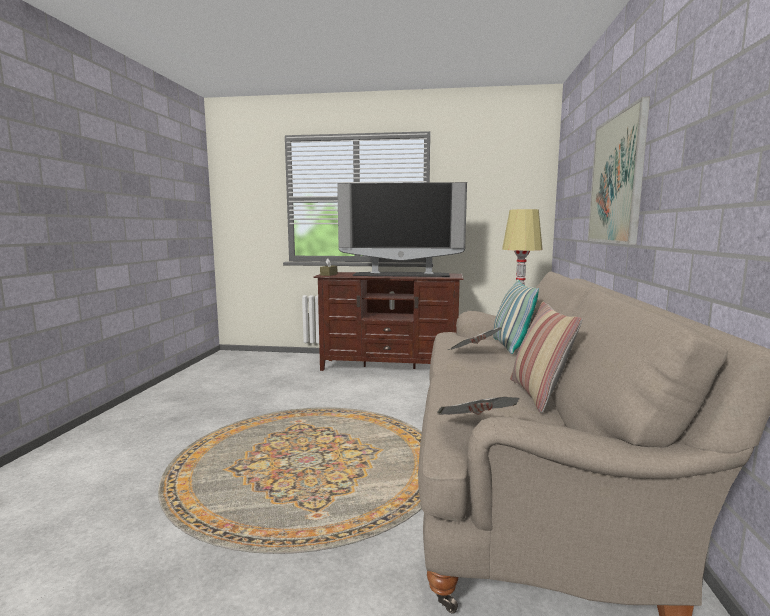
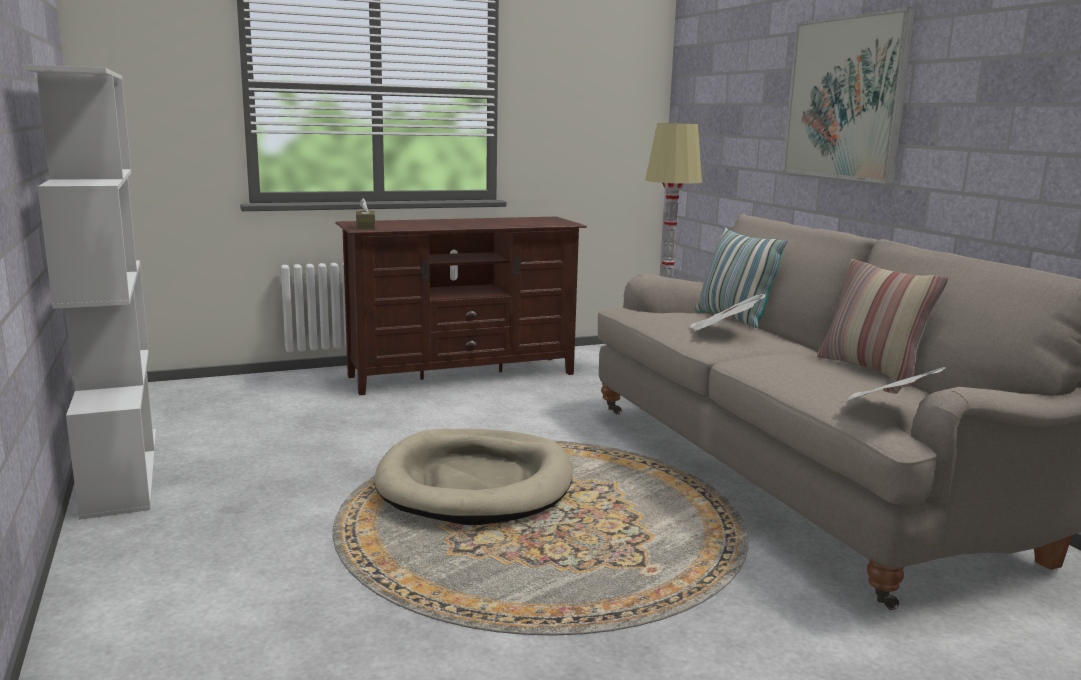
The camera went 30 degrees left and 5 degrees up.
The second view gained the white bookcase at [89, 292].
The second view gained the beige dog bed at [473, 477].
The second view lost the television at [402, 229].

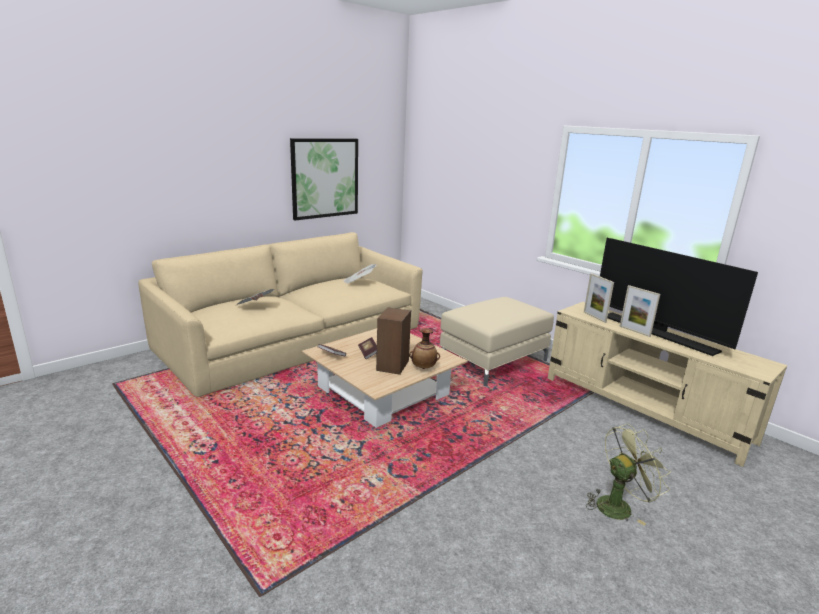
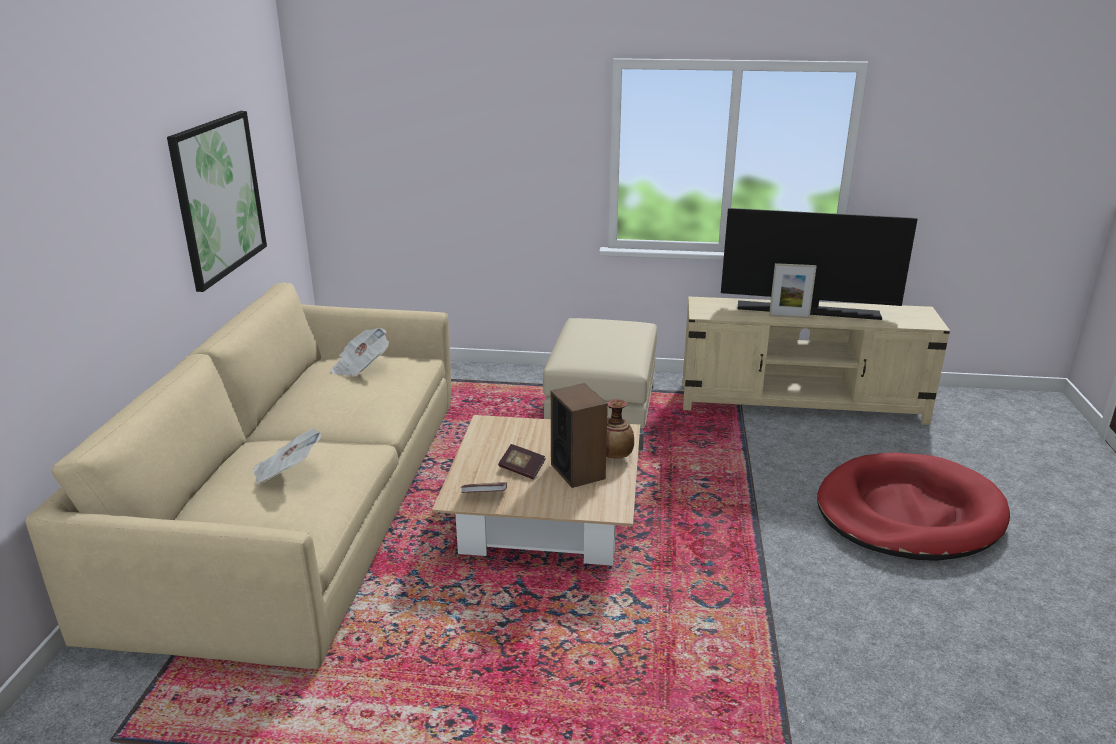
The camera went 40 degrees left and 5 degrees up.
Where the green fan stood at [628, 475], the red dog bed came to stand at [913, 507].
The second view lost the picture frame at [599, 298].

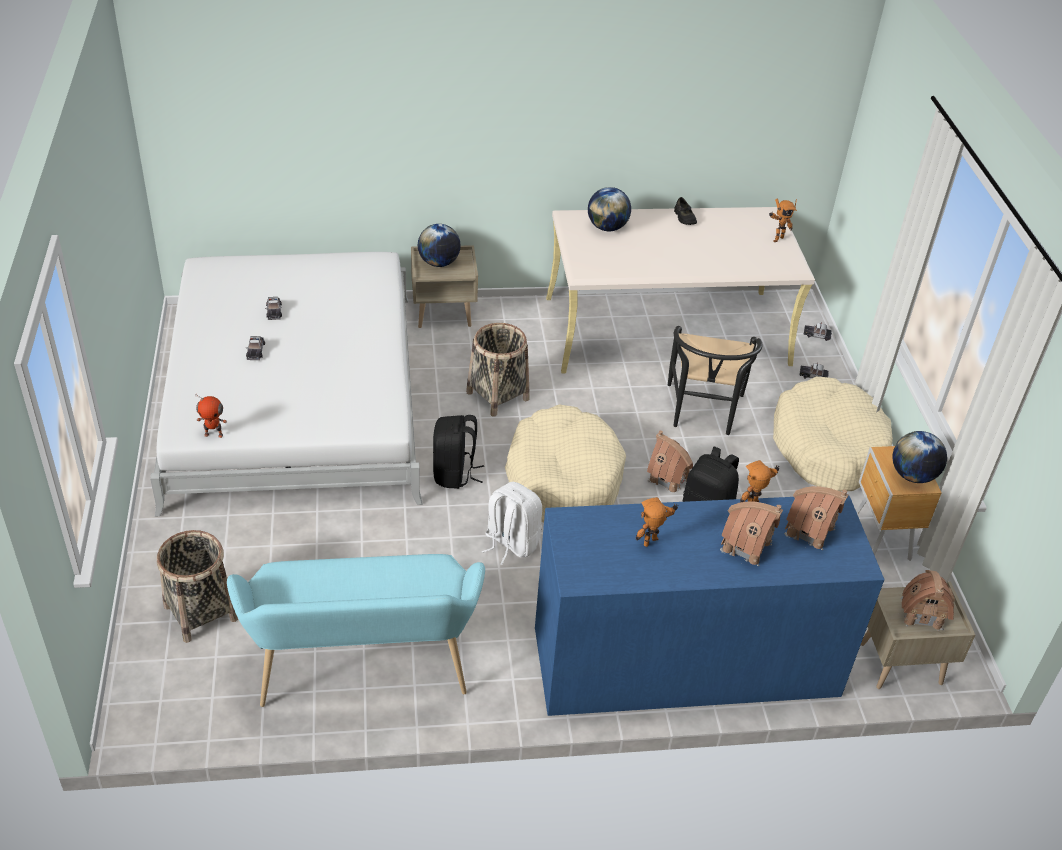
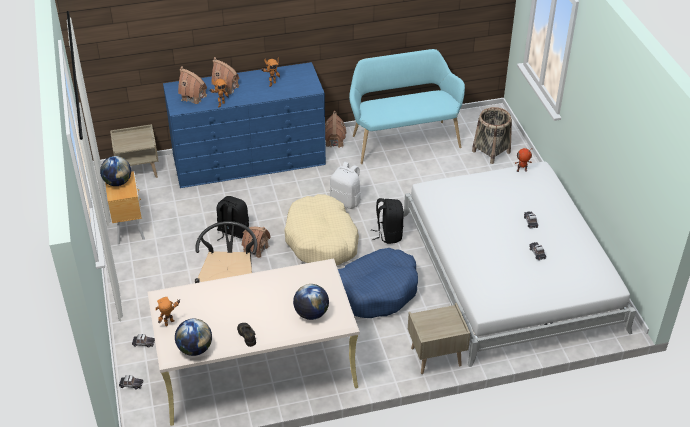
The camera went 175 degrees right and 0 degrees up.
The globe ended up elsewhere, having gone from [439, 245] to [193, 337].
The toy house ended up elsewhere, having gone from [928, 600] to [335, 129].
Where the basket stood at [498, 370], the blue dog bed came to stand at [378, 283].
The second view lost the beige dog bed at [833, 434].

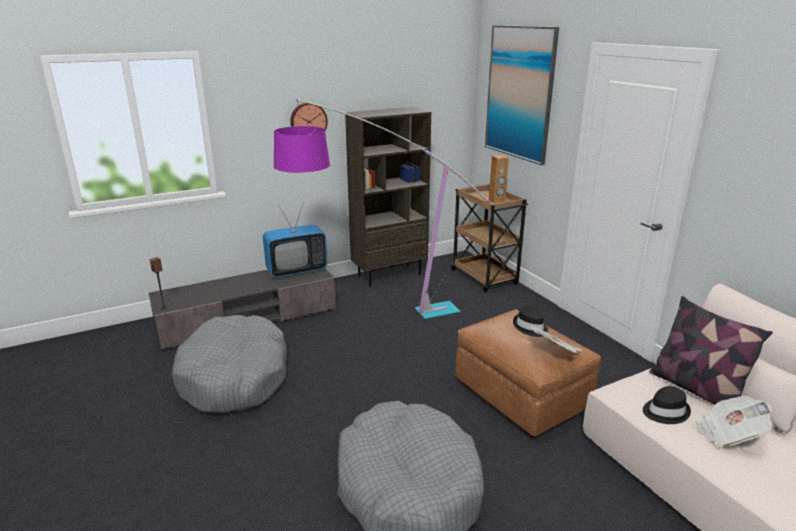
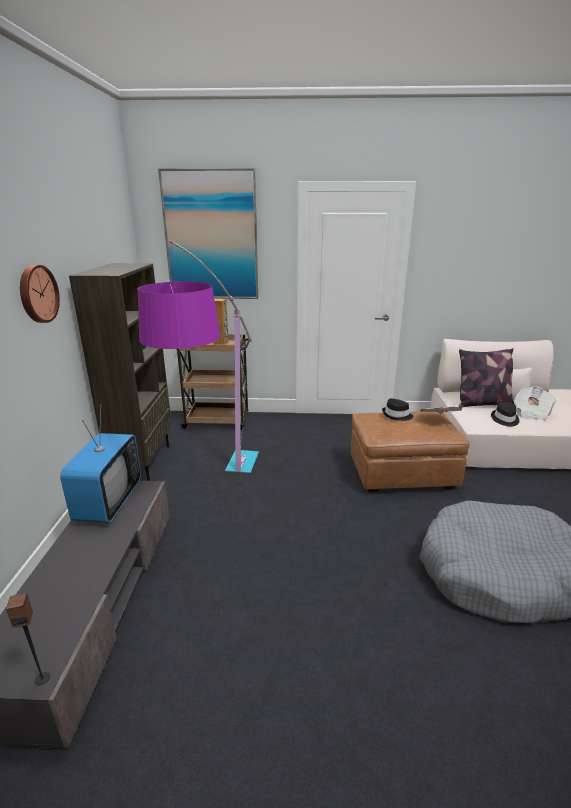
The camera went 60 degrees left and 0 degrees up.
The second view lost the grey dog bed at [229, 364].

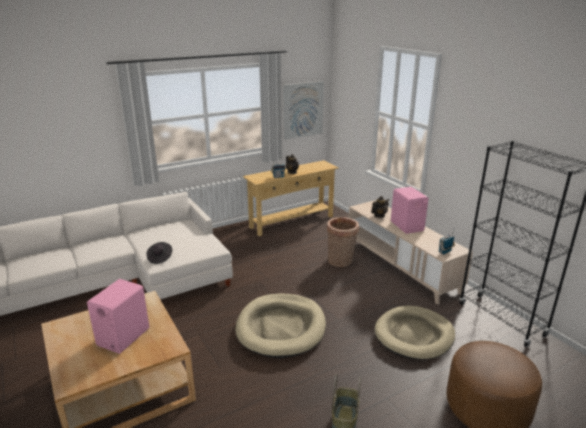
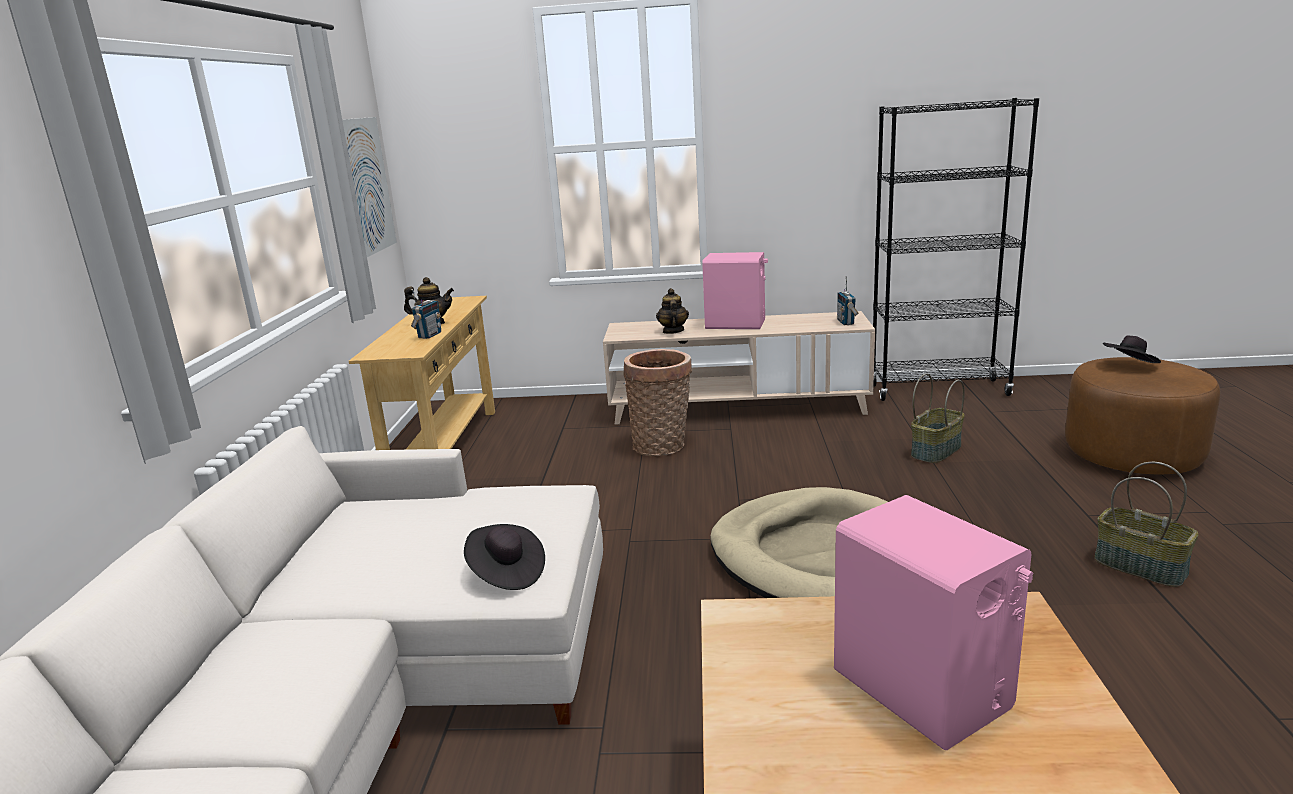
The camera went 55 degrees left and 5 degrees down.
Where the beige dog bed stood at [414, 333], the basket came to stand at [938, 418].
The second view gained the black hat at [1132, 349].

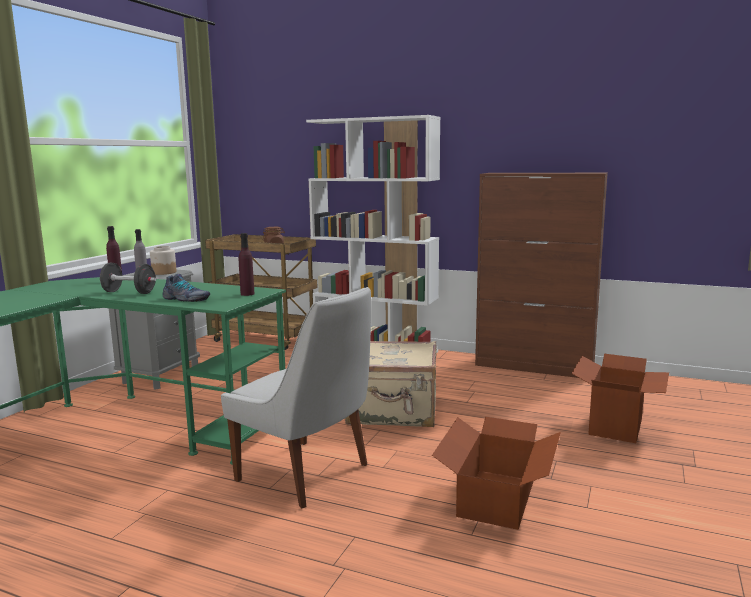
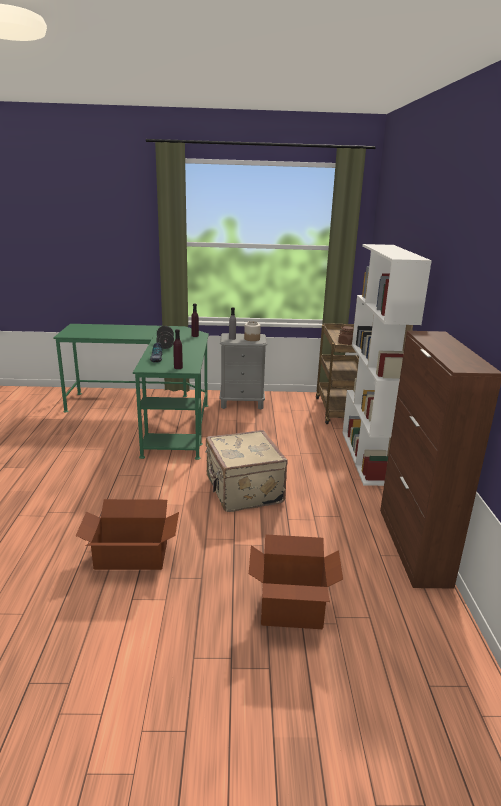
The camera went 65 degrees right and 10 degrees up.
The second view lost the white chair at [296, 397].

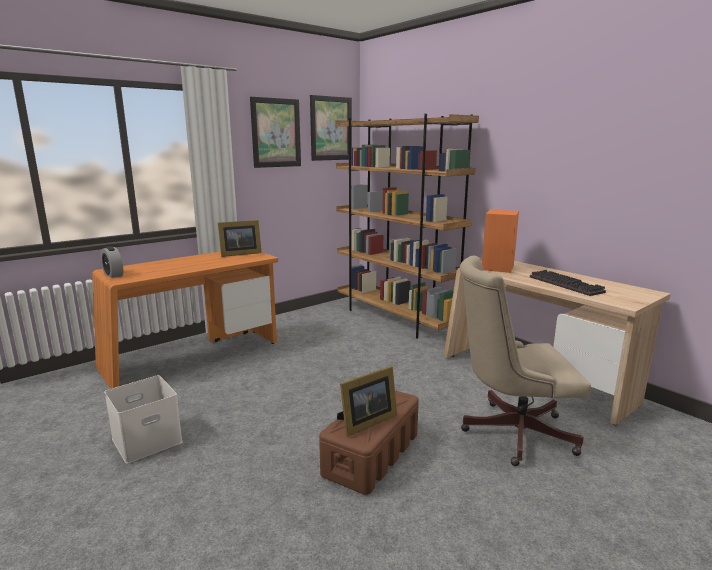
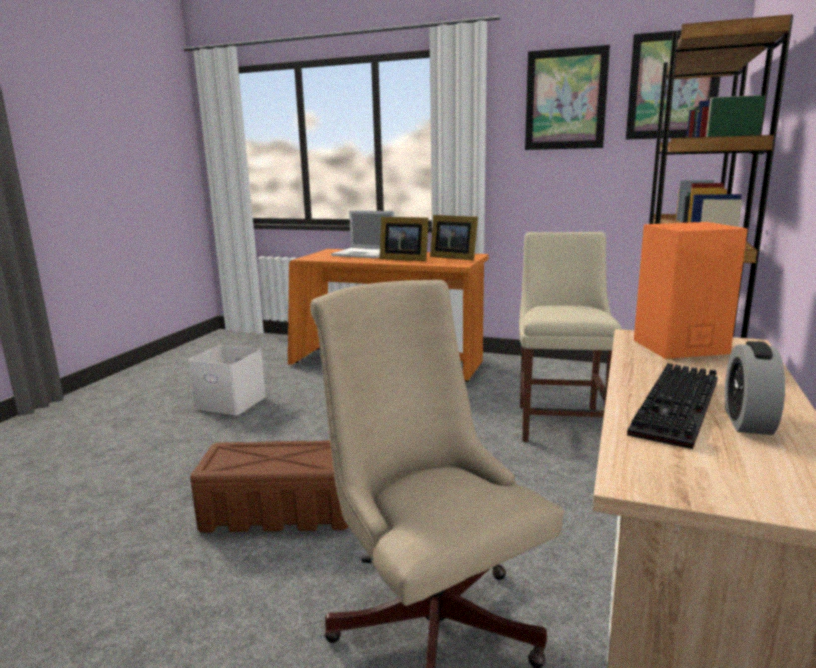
The camera went 60 degrees right and 0 degrees up.
The second view gained the laptop at [362, 234].
The picture frame ended up elsewhere, having gone from [367, 401] to [404, 239].
The second view gained the beige chair at [570, 337].
The alarm clock ended up elsewhere, having gone from [112, 262] to [755, 388].

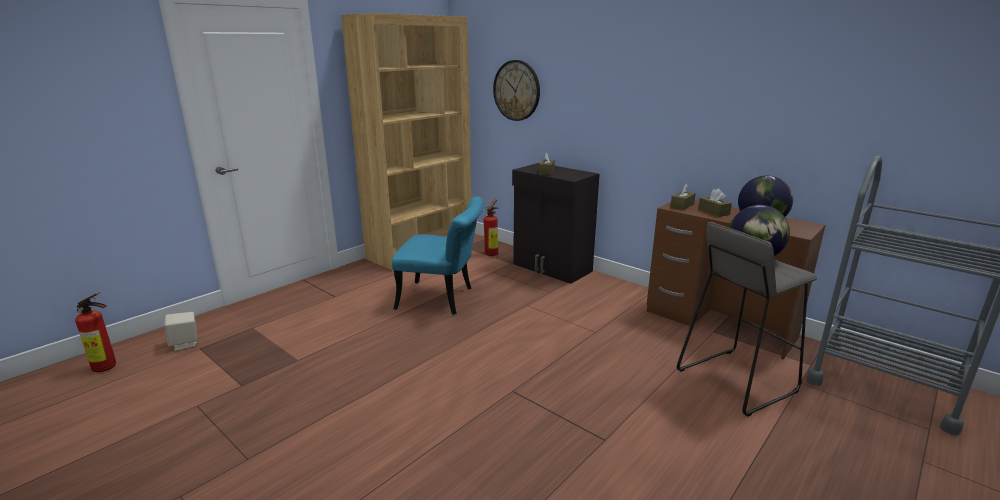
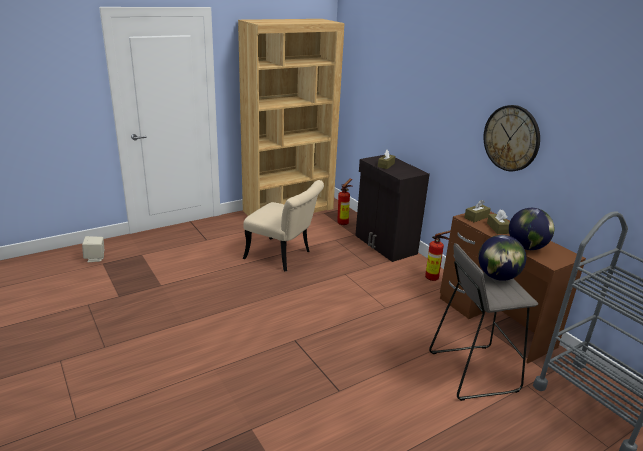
The camera went 15 degrees right and 5 degrees up.
What was the turquoise chair at [438, 255] turned into the beige chair at [283, 225].
The fire extinguisher ended up elsewhere, having gone from [95, 332] to [437, 256].
The wall clock ended up elsewhere, having gone from [516, 90] to [512, 138].

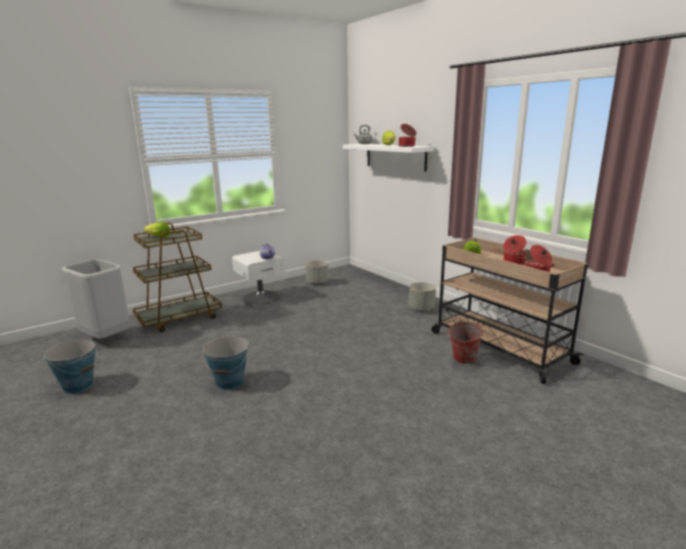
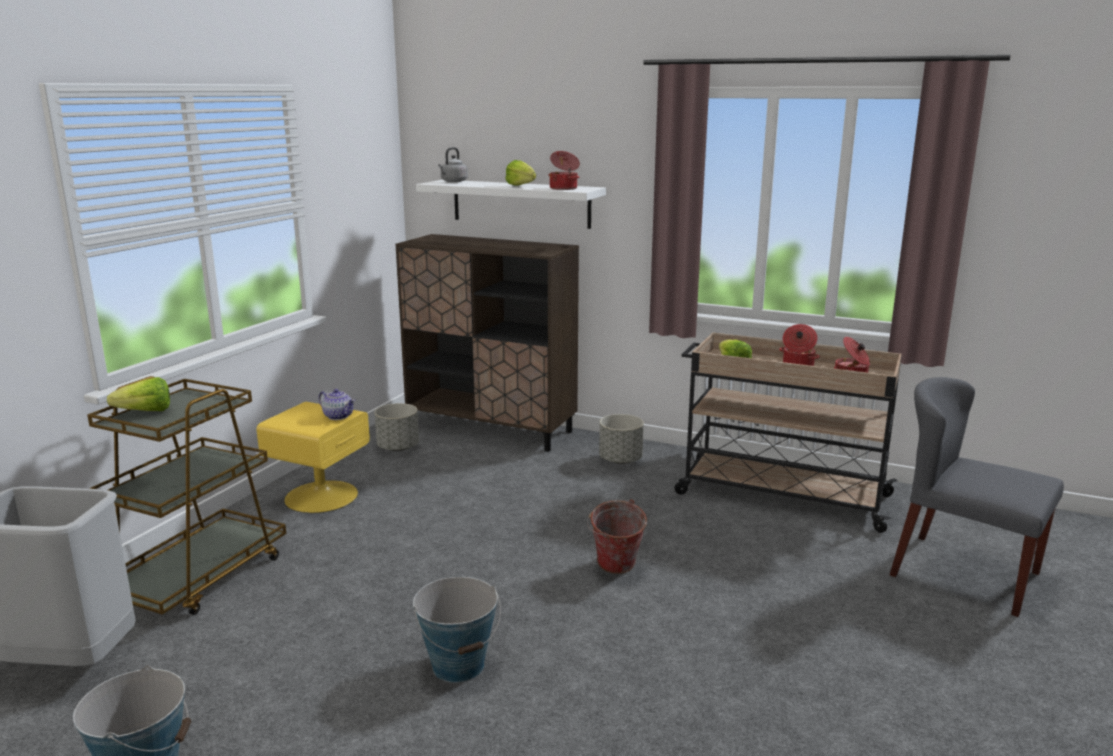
The camera went 30 degrees left and 0 degrees up.
What was the white nightstand at [258, 277] turned into the yellow nightstand at [313, 457].
The second view gained the brown cabinet at [487, 343].
The bucket ended up elsewhere, having gone from [465, 342] to [617, 536].
The second view gained the grey chair at [977, 497].

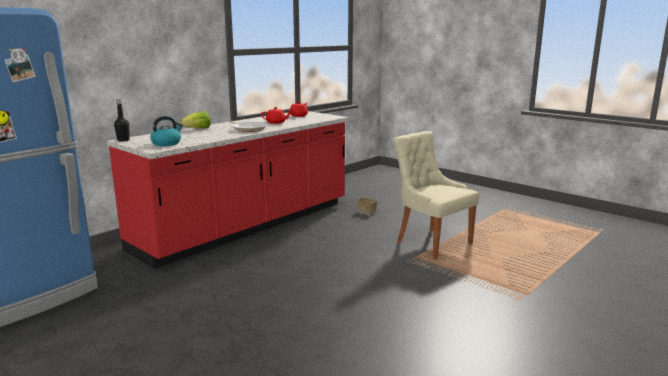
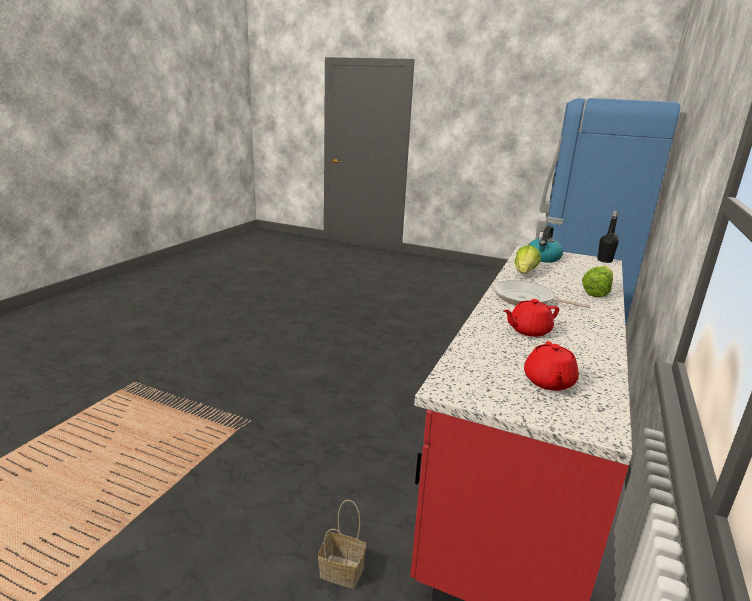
The camera went 160 degrees right and 5 degrees up.
The second view gained the lettuce at [527, 259].
The second view lost the beige chair at [436, 195].

